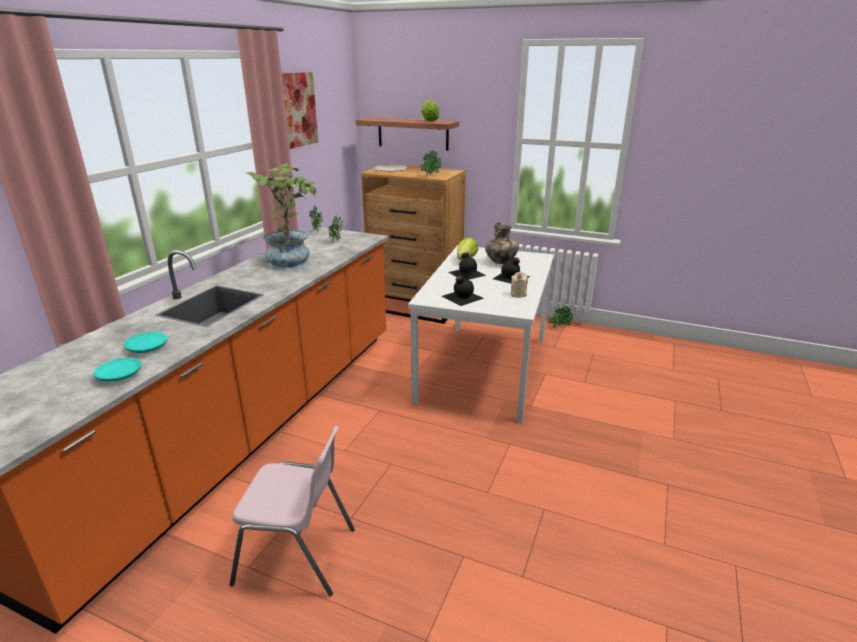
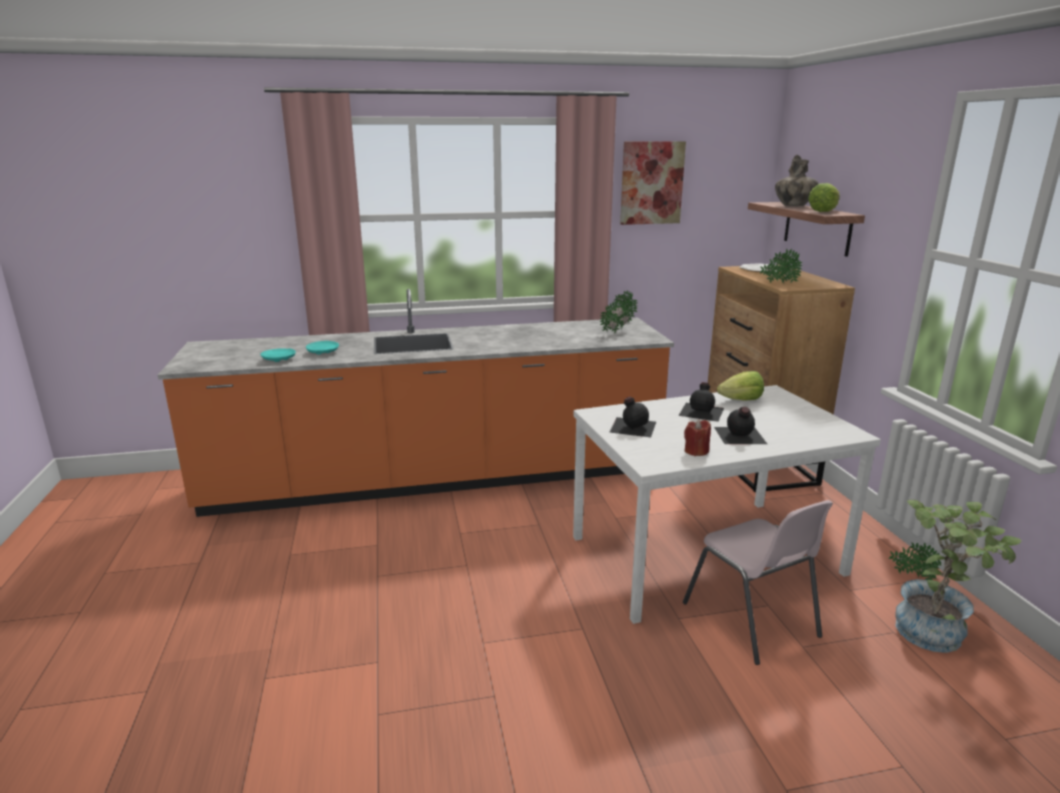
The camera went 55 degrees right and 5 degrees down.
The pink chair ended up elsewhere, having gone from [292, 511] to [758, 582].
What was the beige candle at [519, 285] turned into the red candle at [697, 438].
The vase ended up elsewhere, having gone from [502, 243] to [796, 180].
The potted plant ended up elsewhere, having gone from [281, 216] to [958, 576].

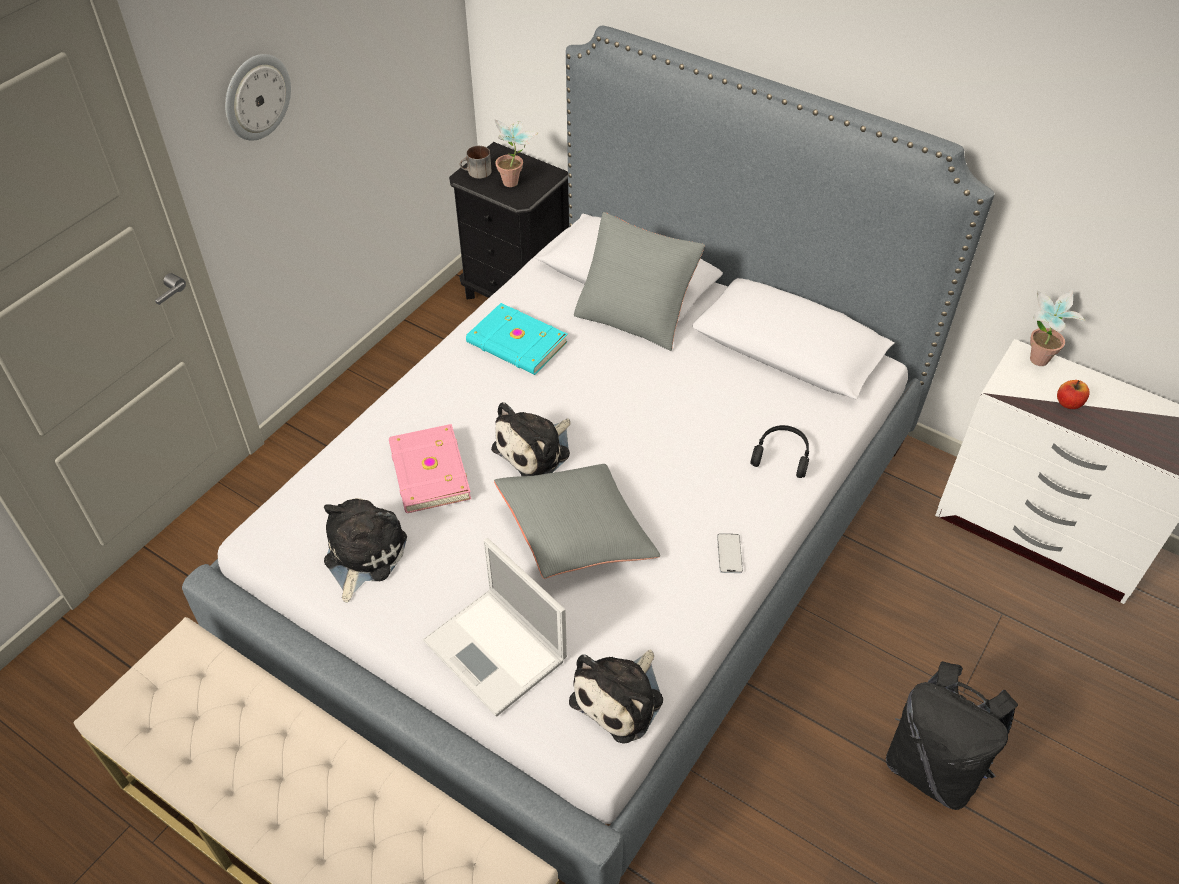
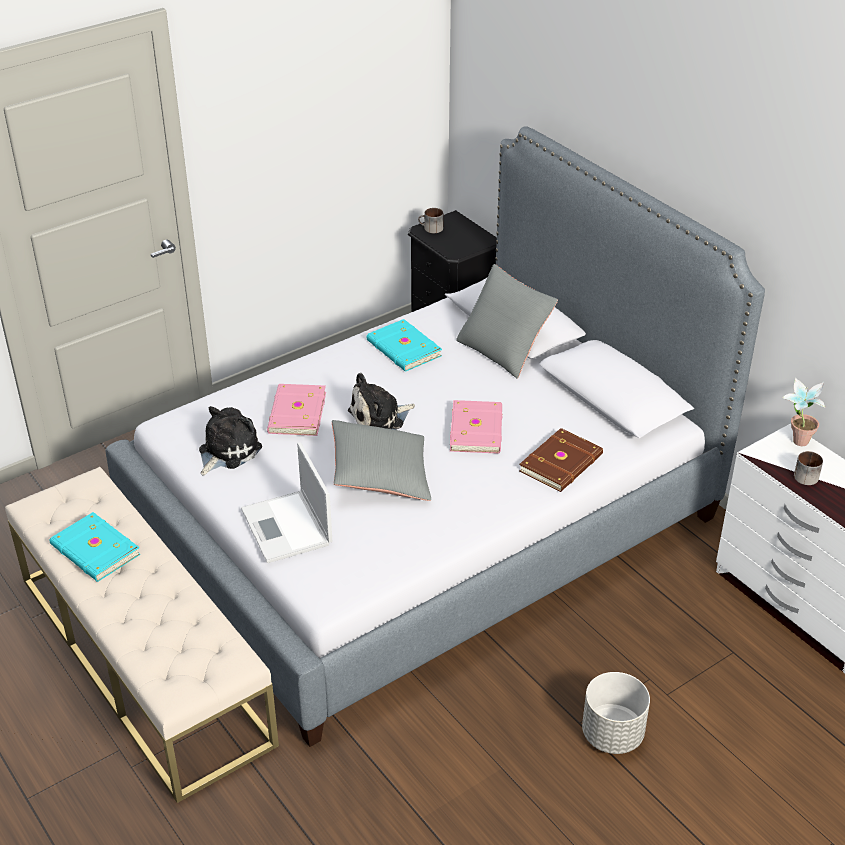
The camera went 20 degrees right and 10 degrees down.
The second view gained the turquoise book at [95, 547].
The second view gained the pink book at [476, 427].
Where the black headphones stood at [779, 451], the brown book came to stand at [561, 460].
Where the black backpack stood at [952, 735], the grey planter came to stand at [616, 713].
Where the apple stood at [1073, 394], the mug came to stand at [808, 468].
The second view lost the wall clock at [258, 97].
The second view lost the potted plant at [517, 153].
The second view lost the plush toy at [616, 696].
The second view lost the phone at [730, 553].

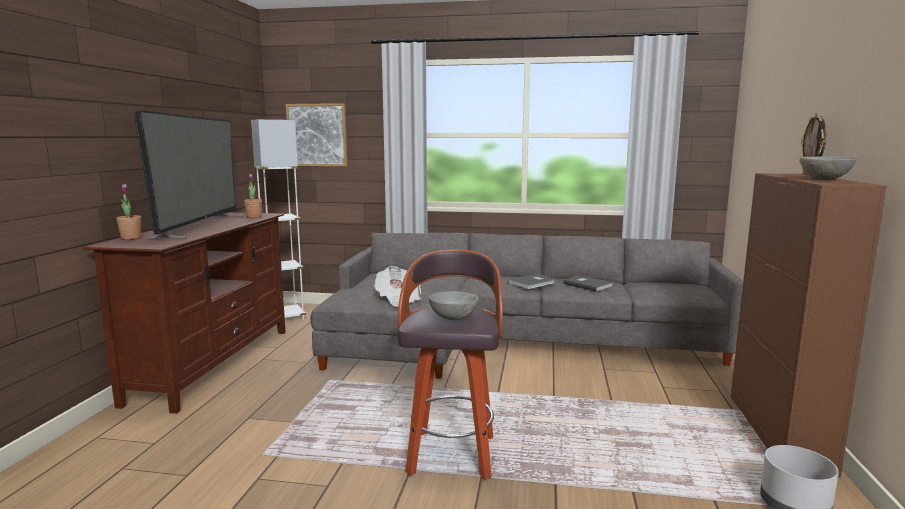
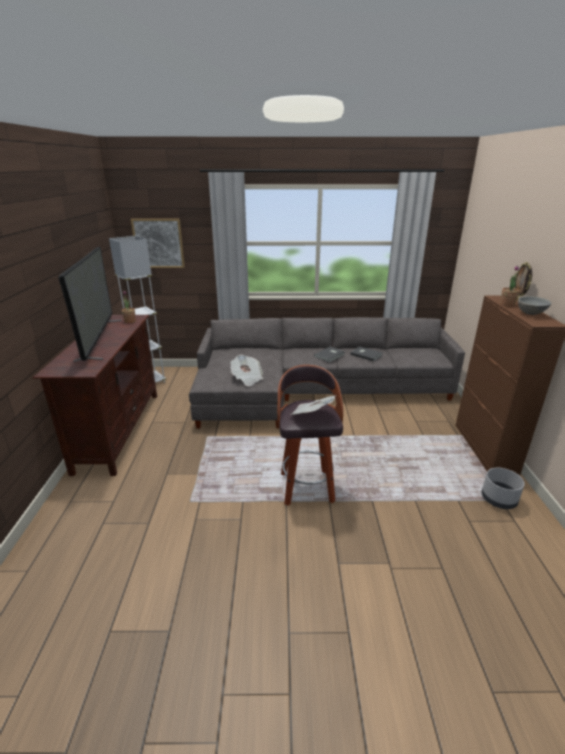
The camera went 10 degrees left and 15 degrees up.
Where the grey bowl stood at [453, 305], the newspaper came to stand at [312, 405].
The potted plant ended up elsewhere, having gone from [128, 212] to [510, 286].

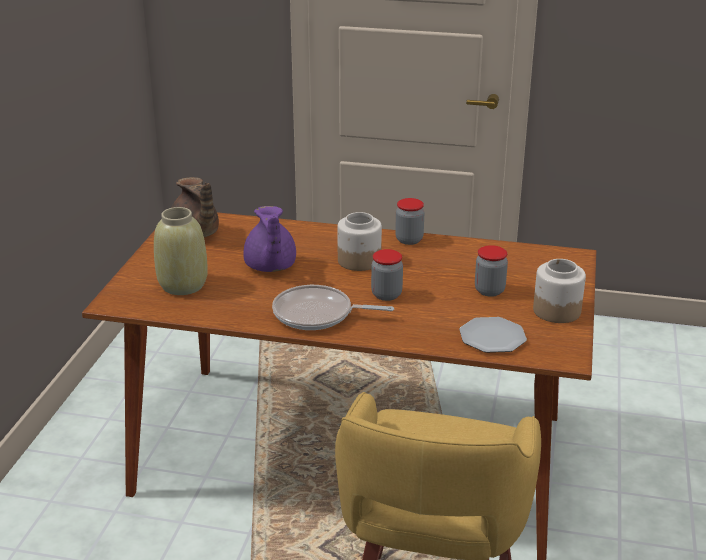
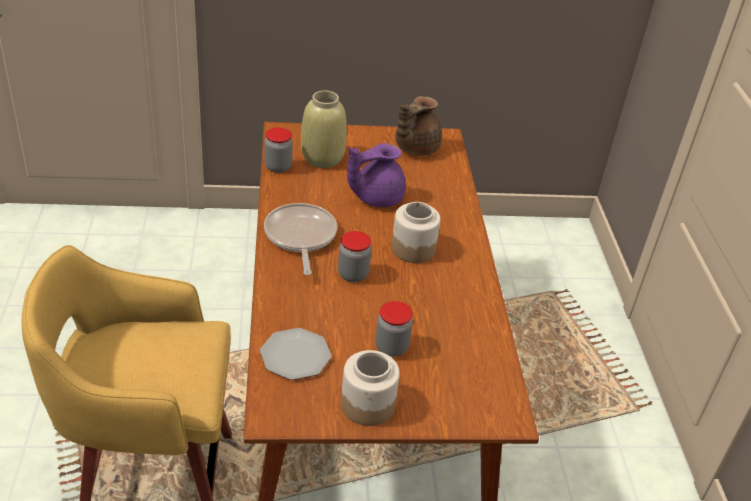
The camera went 70 degrees right and 10 degrees up.
The jar ended up elsewhere, having gone from [409, 221] to [279, 150].

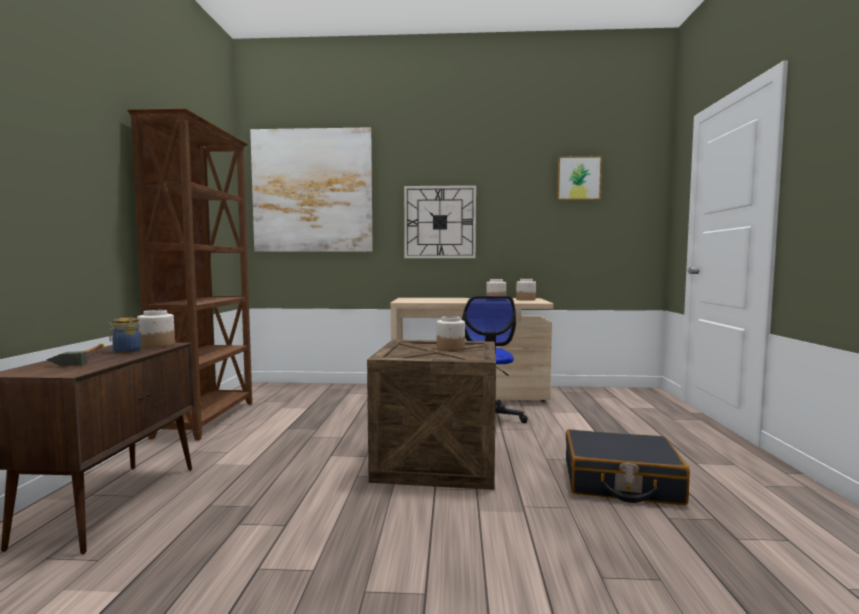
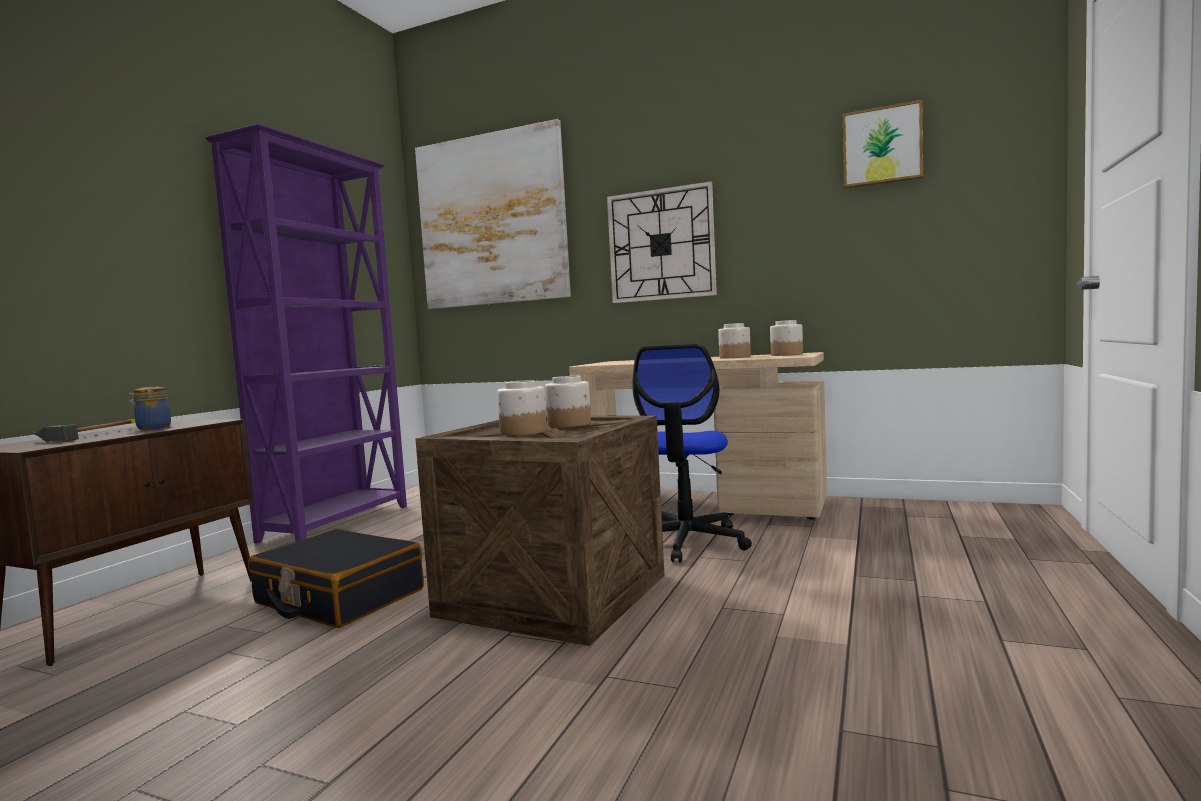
The camera went 20 degrees right and 0 degrees up.
What was the brown bookcase at [189, 274] turned into the purple bookcase at [306, 333].
The black suitcase ended up elsewhere, having gone from [628, 467] to [336, 578].
The jar ended up elsewhere, having gone from [156, 329] to [522, 408].

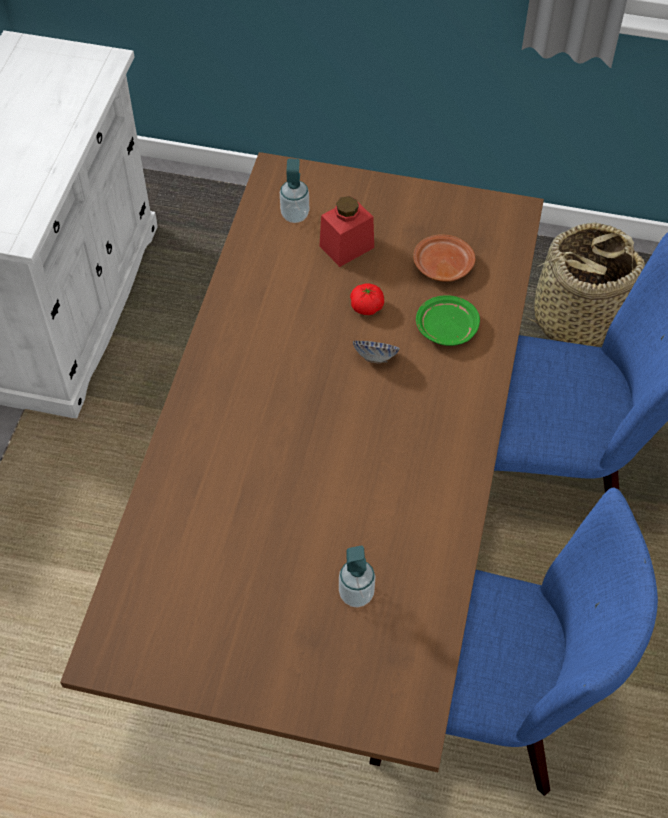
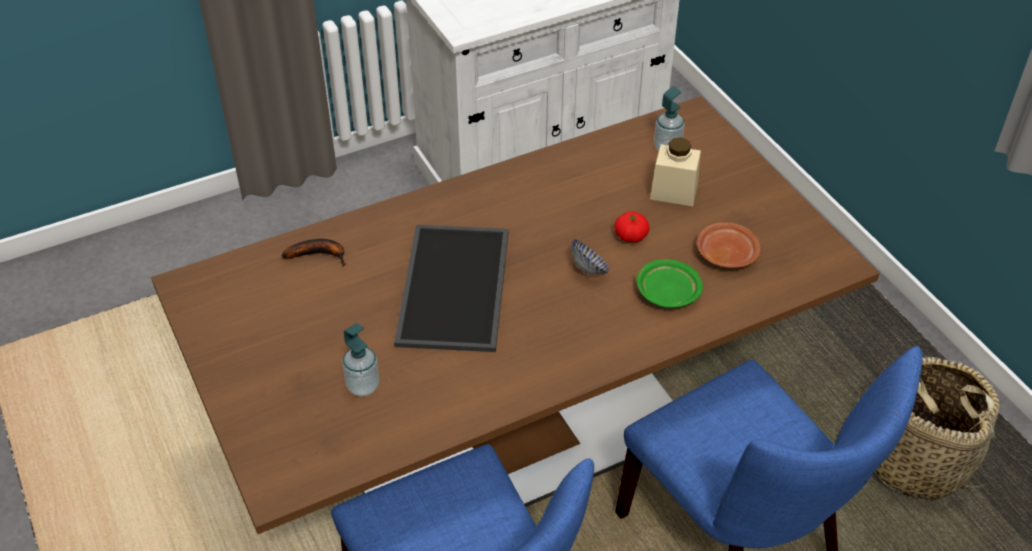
The camera went 50 degrees right and 10 degrees down.
The second view gained the banana at [314, 253].
The second view gained the tray at [451, 288].
What was the red jar at [346, 231] turned into the beige jar at [675, 171].

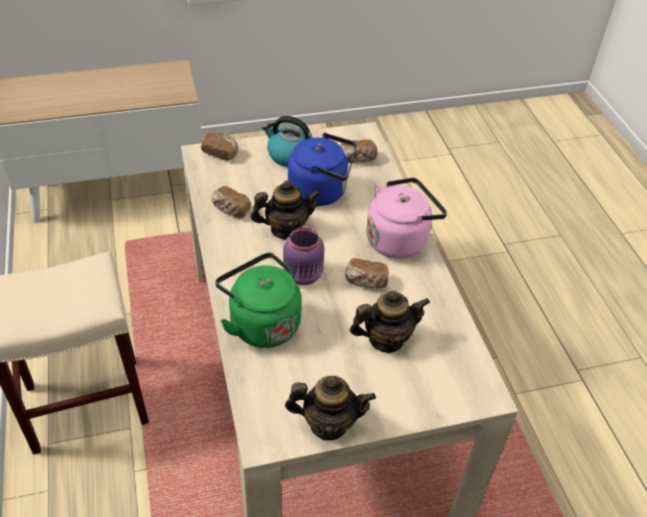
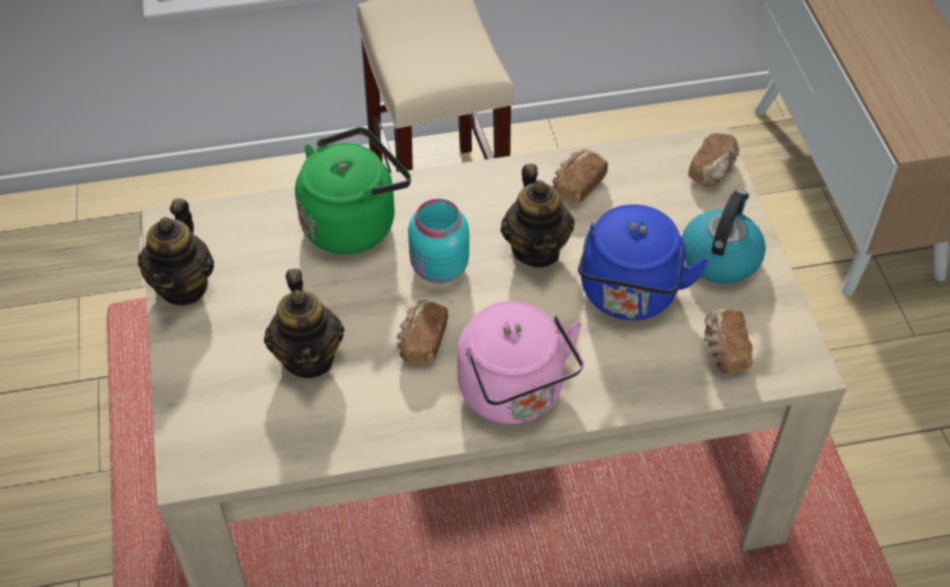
The camera went 95 degrees right and 5 degrees up.
What was the purple jar at [303, 256] turned into the turquoise jar at [438, 241].

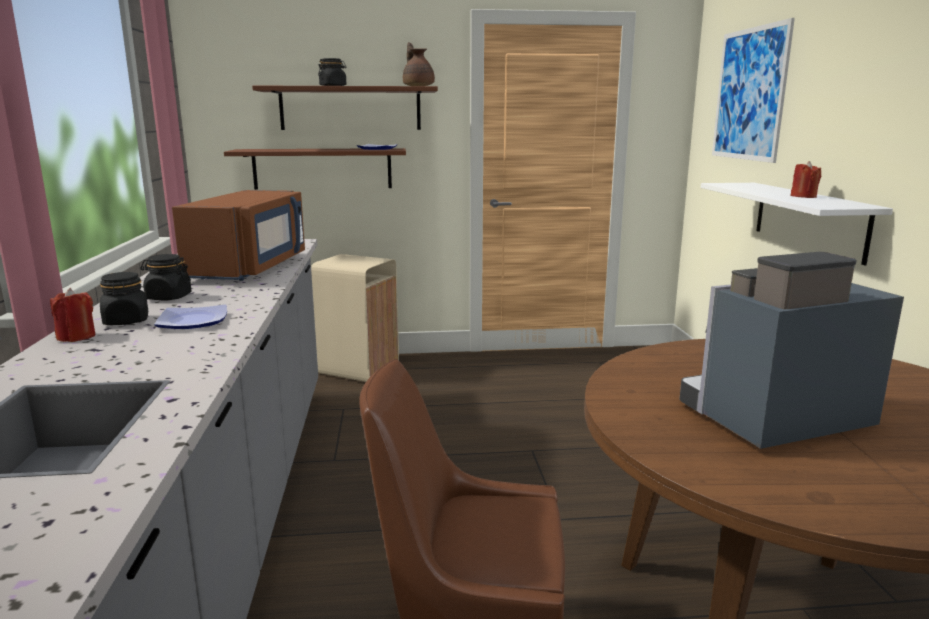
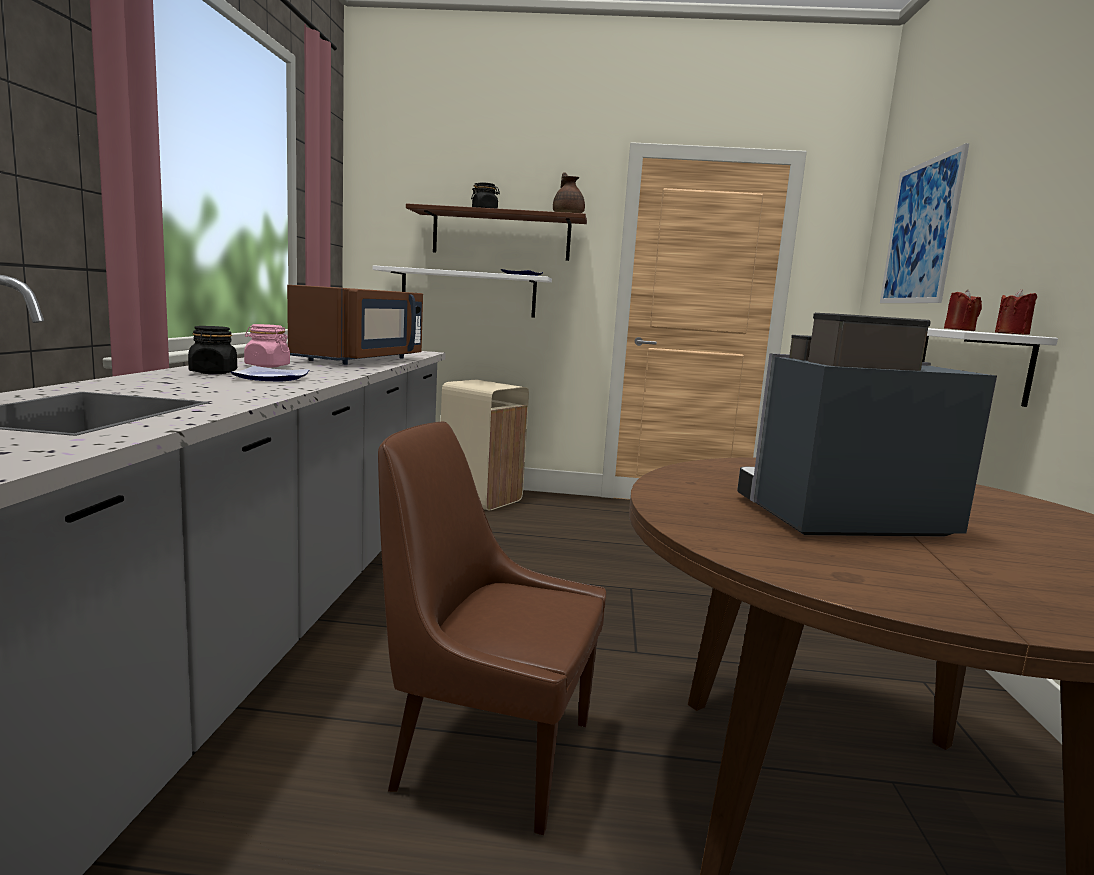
The camera went 10 degrees right and 5 degrees down.
What was the black jar at [165, 277] turned into the pink jar at [267, 345].
What was the brown shelf at [315, 169] turned into the white shelf at [462, 291].
The red candle ended up elsewhere, having gone from [73, 315] to [1016, 312].

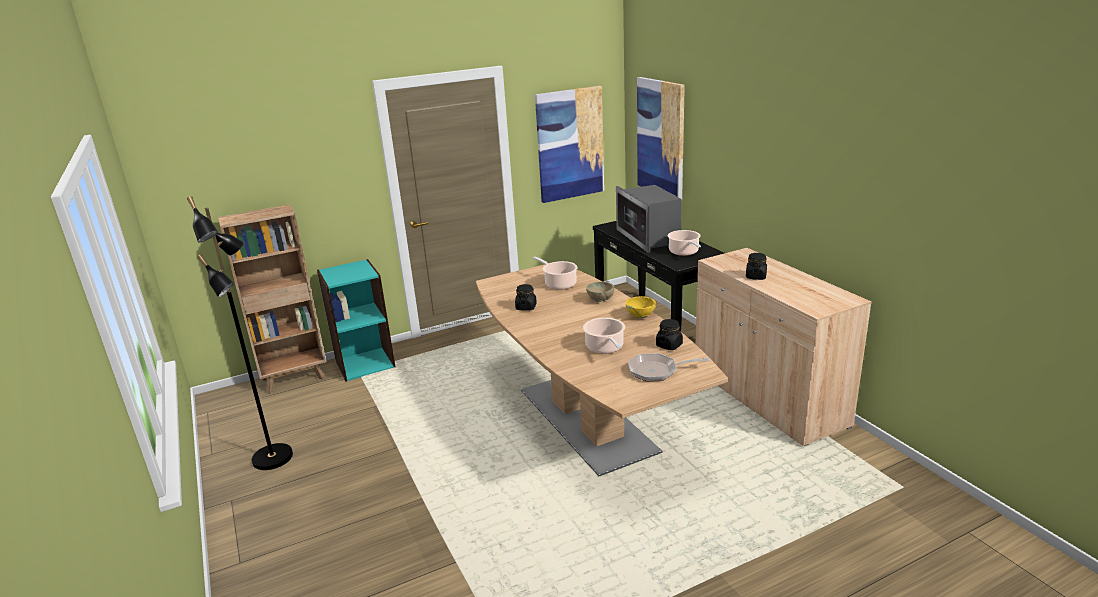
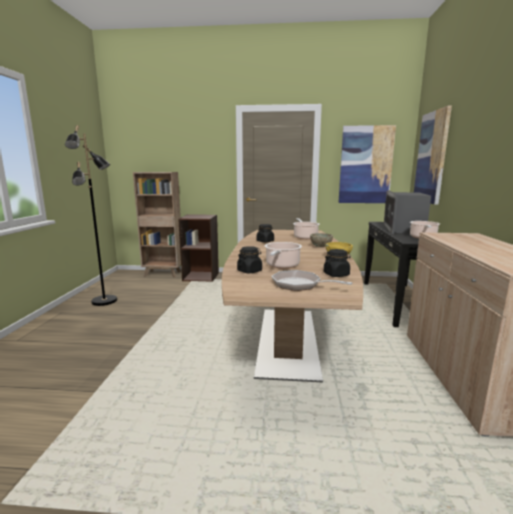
The camera went 30 degrees right and 10 degrees down.
What was the turquoise bookcase at [356, 320] turned into the brown bookcase at [198, 248].
The black jar ended up elsewhere, having gone from [756, 266] to [249, 259].

